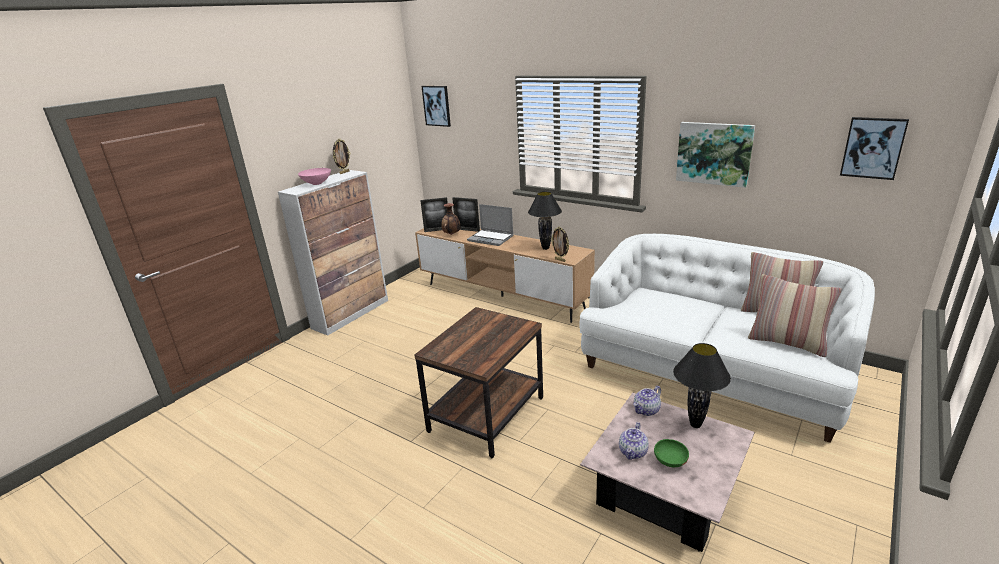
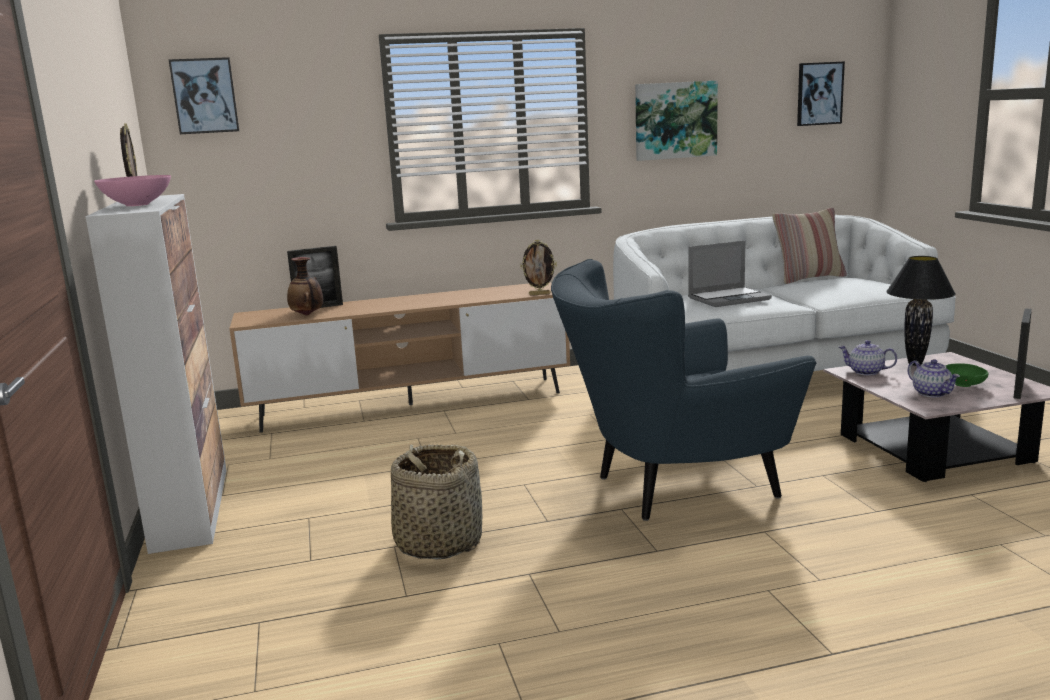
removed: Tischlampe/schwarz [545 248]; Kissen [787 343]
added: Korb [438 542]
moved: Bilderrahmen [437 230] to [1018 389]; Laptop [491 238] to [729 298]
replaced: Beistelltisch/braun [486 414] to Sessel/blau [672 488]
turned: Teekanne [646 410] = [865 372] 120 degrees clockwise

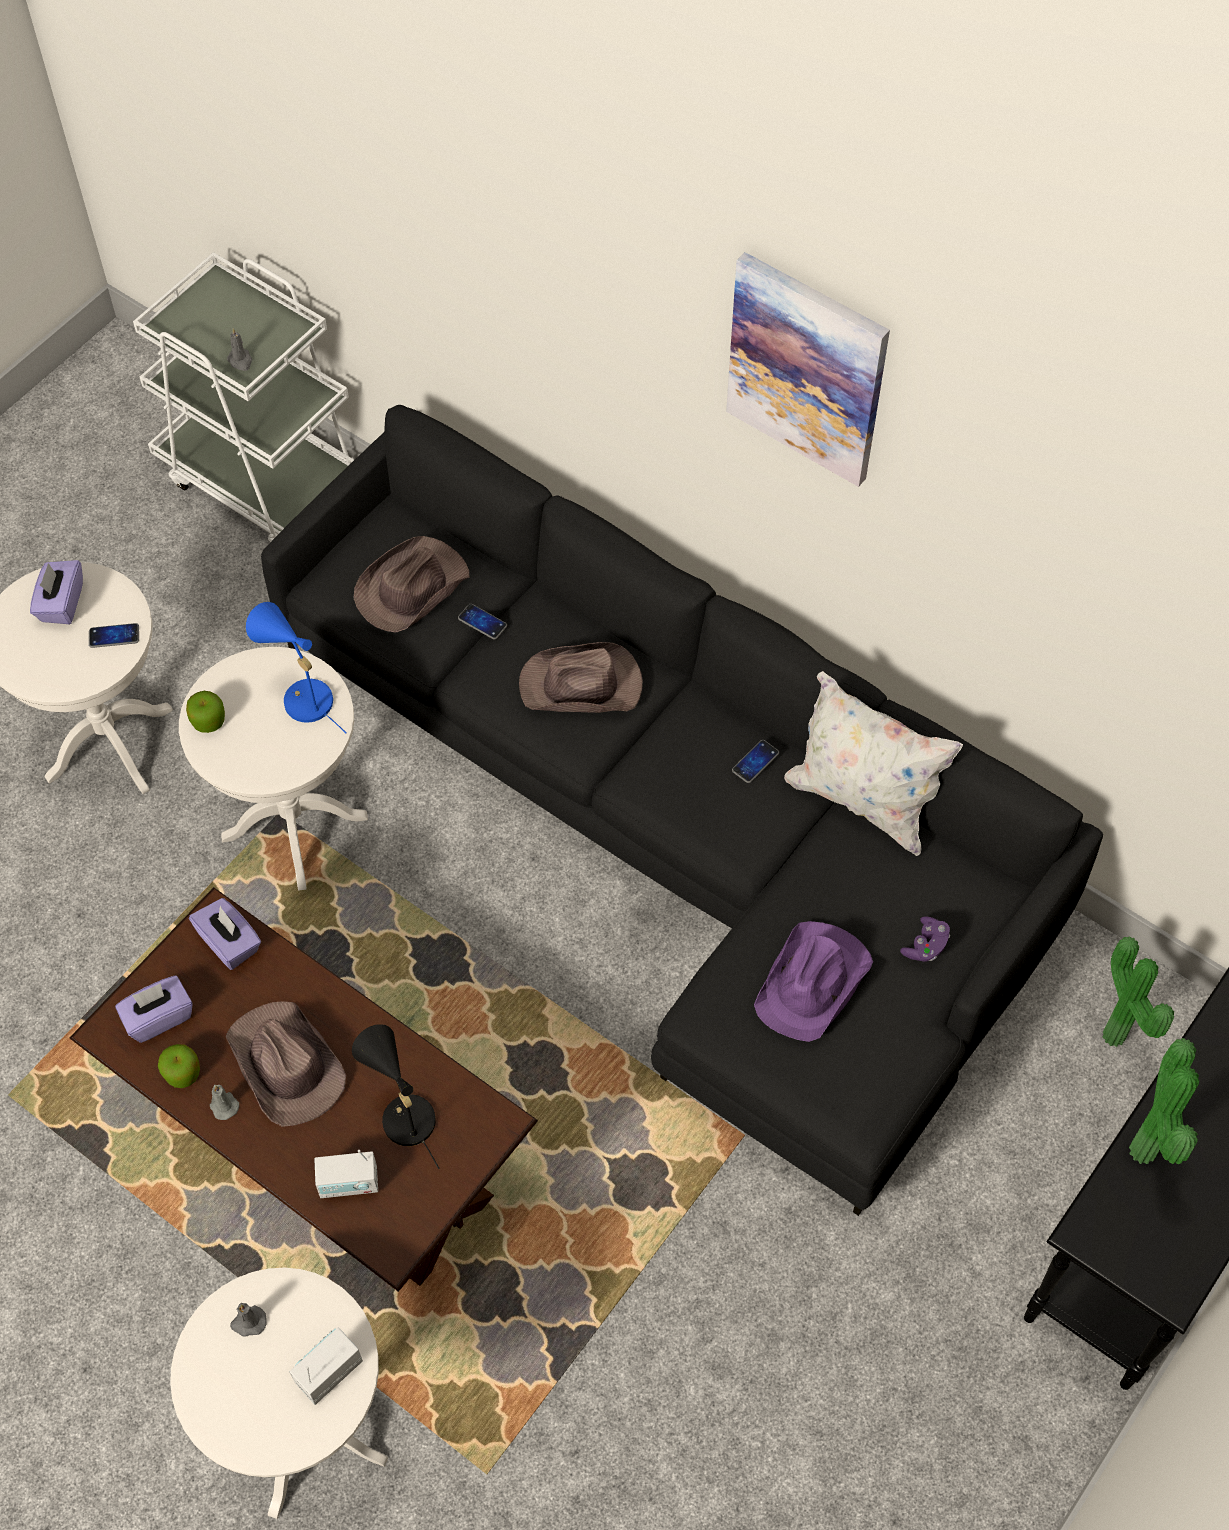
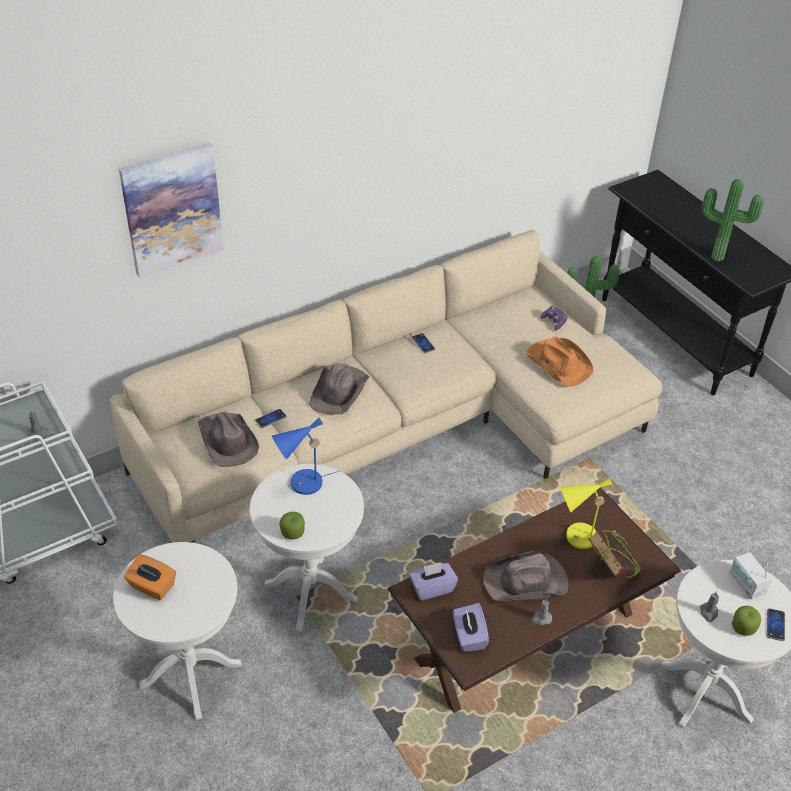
removed: Kissen/weiß [862 800]
moved: Handy [114 636] to [775 625]; Apfel [182 1073] to [743 627]; Bild [807 369] to [172 209]
replaced: Radio [349 1183] to Buch [611 573]
recoloured: Taschentuchbox/lila [61 603] to Taschentuchbox/orange [152 587]; Sofa/schwarz [679 830] to Sofa/beige [403 427]; Tischlampe/schwarz [403 1115] to Tischlampe/gelb [577 538]; Hut/lila [814 982] to Hut/orange [558 363]

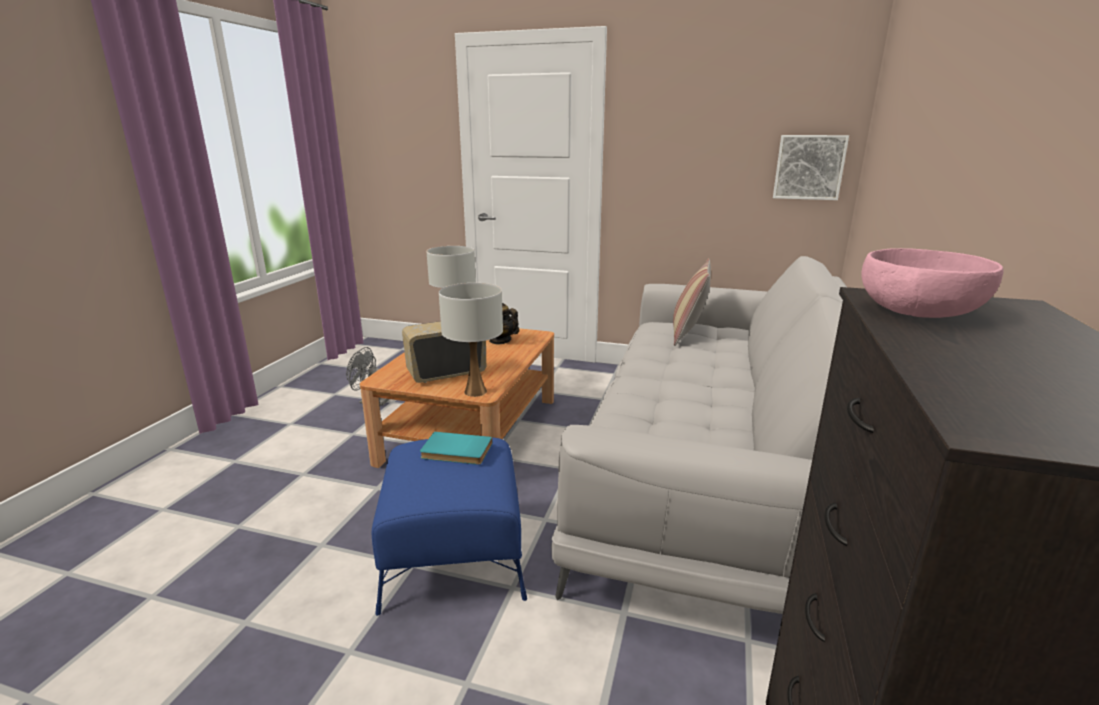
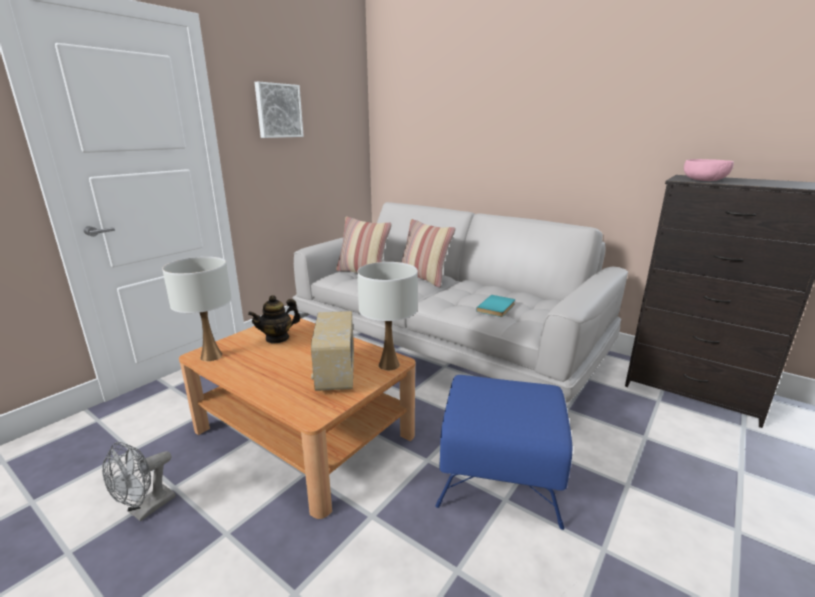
added: Kissen [424 278]
moved: Buch/türkis [456 452] to [497 308]; Bild [809 167] to [278 111]

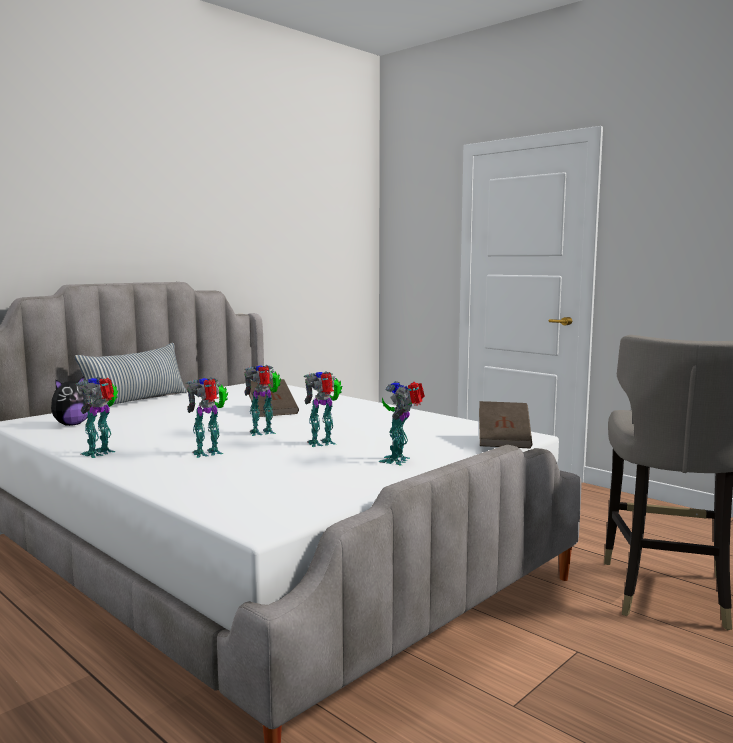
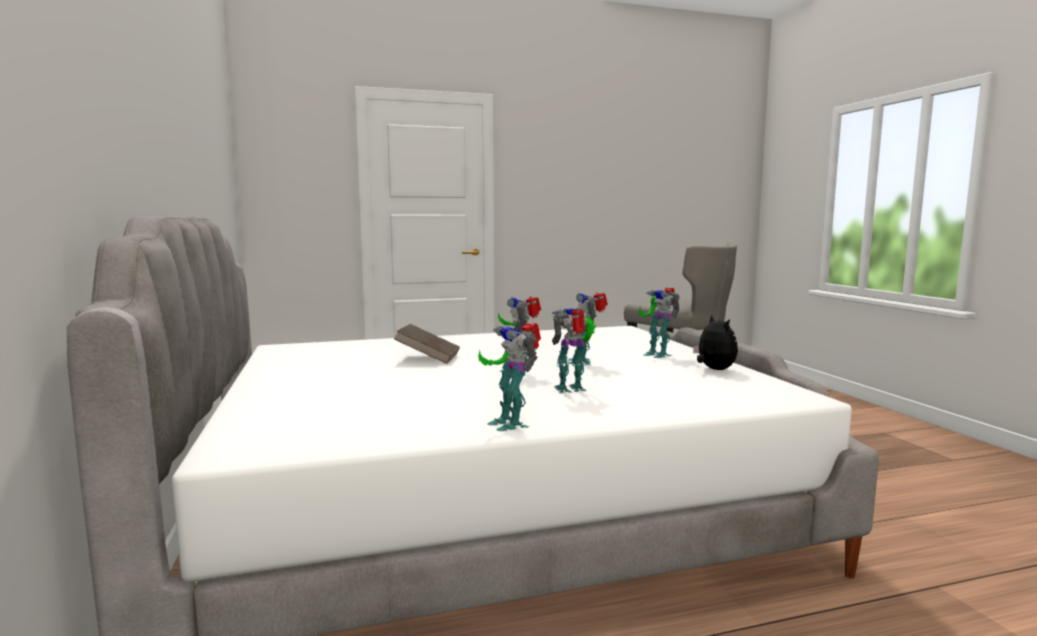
removed: Kissen [136 401]; Buch/braun [504 440]
moved: Plüschtier [71 424] to [714 369]
turned: Spielzeugroboter [209 453] = [572 390] 75 degrees clockwise

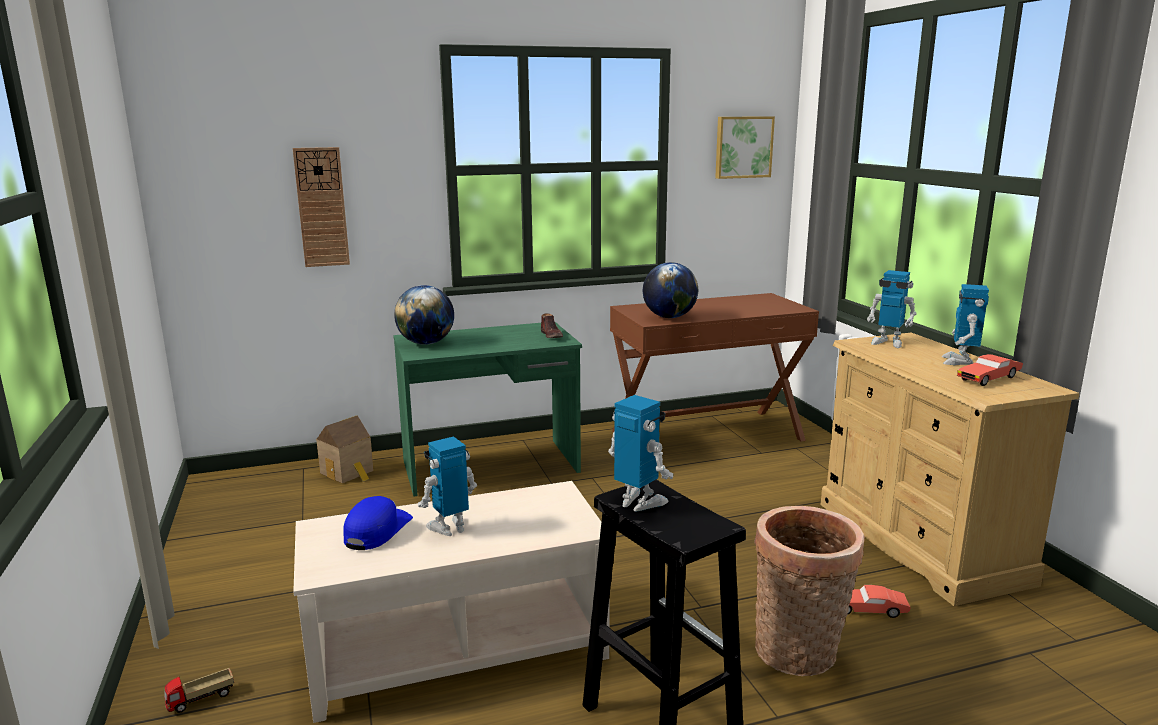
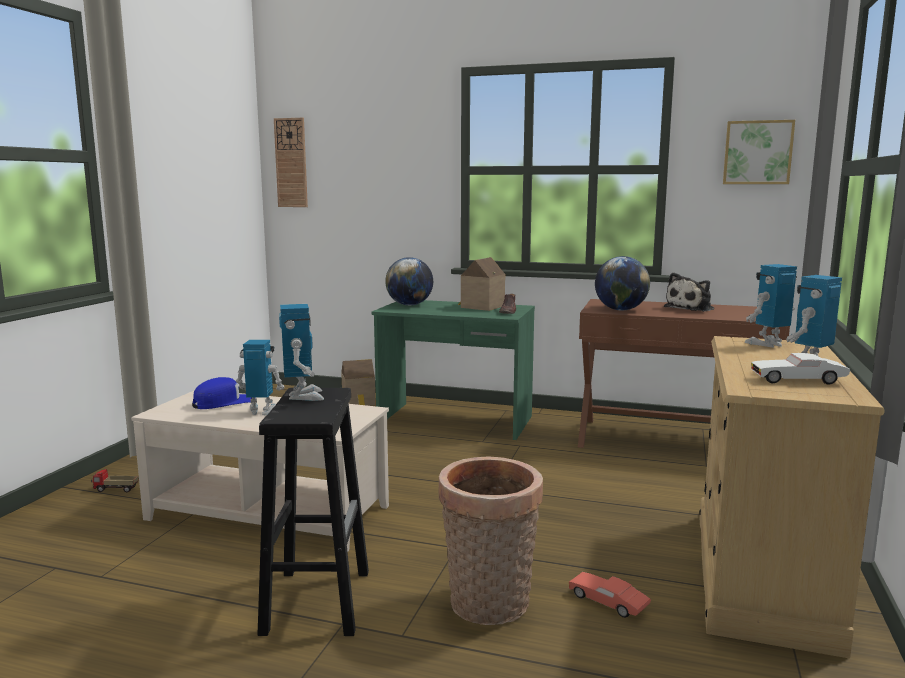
added: Spielzeughaus [480 307]; Plüschtier [691 308]
moved: Wanduhr [321 207] to [291 163]
recoloured: Spielzeugauto/rot [988 378] to Spielzeugauto/weiß [798 380]
turned: Spielzeugroboter [888 343] = [767 344] 90 degrees clockwise

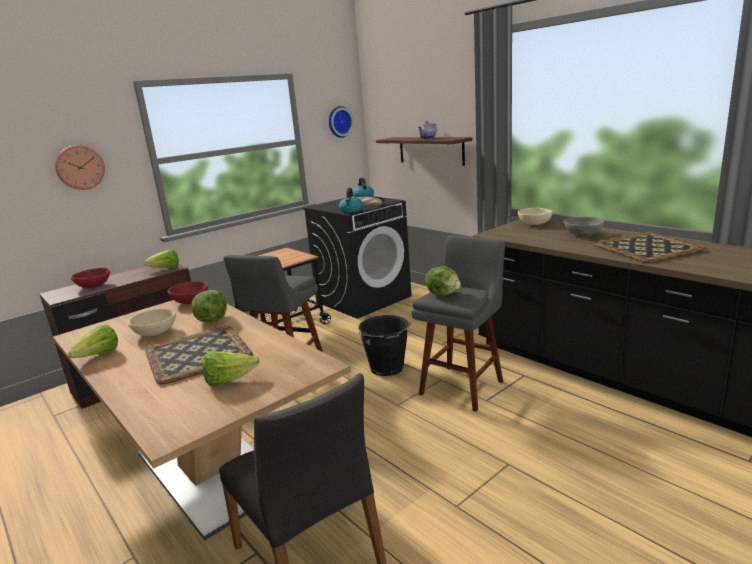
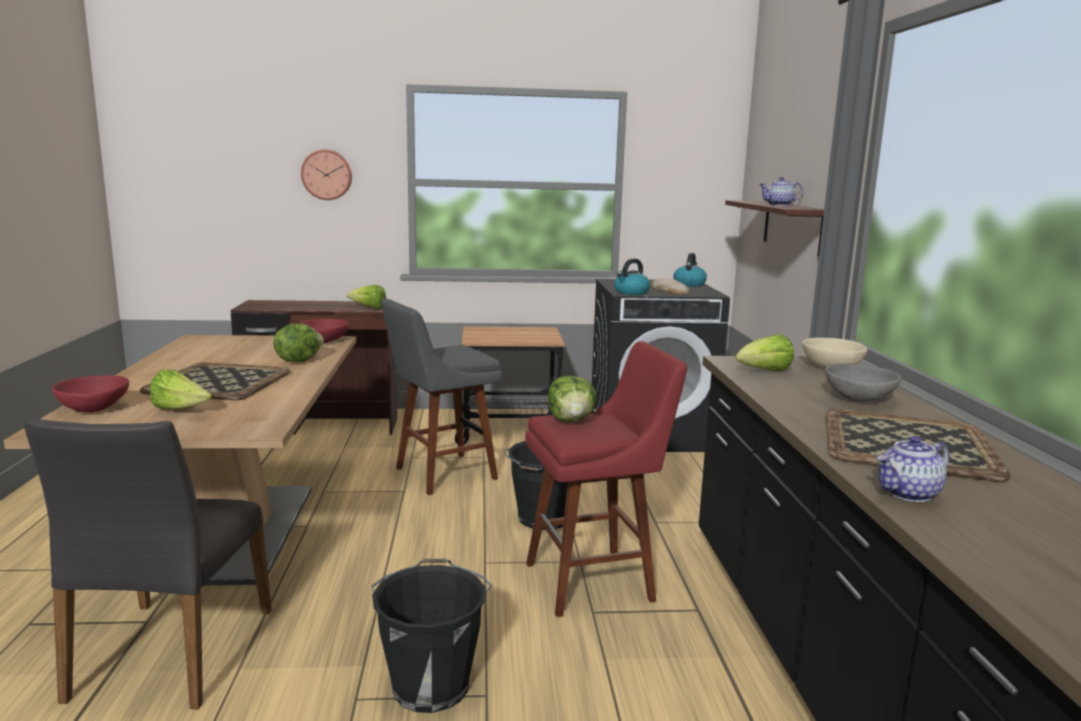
removed: Schüssel/beige [156 332]; Wanduhr [339 122]
added: Eimer/schwarz [431 684]; Teekanne [908 493]
moved: Salatkopf [99 356] to [764 372]; Schüssel/rot [94 286] to [94 409]
recoloured: Hocker/grau [463 385] to Hocker/rot [596 581]

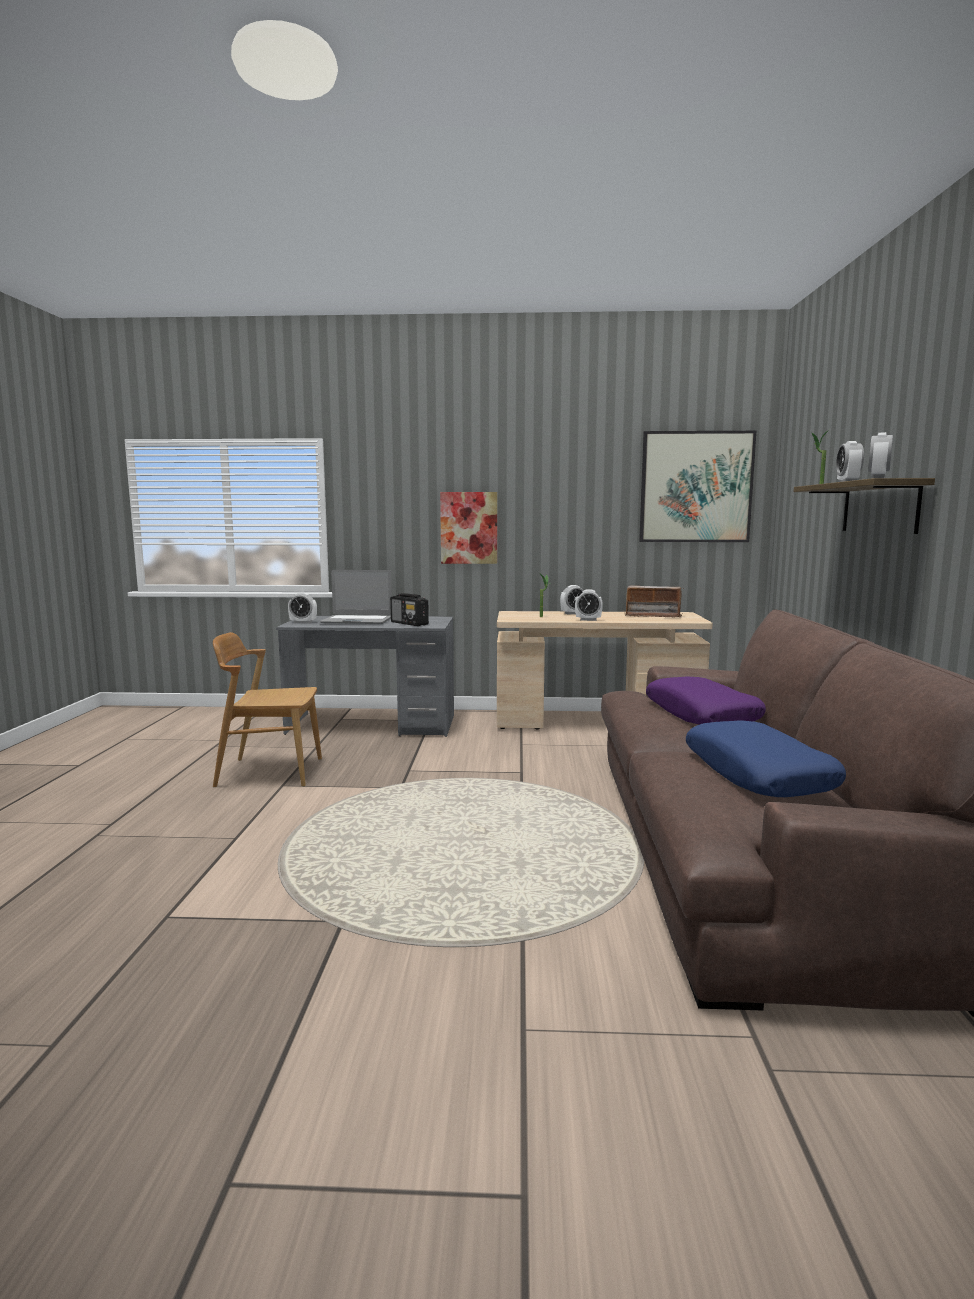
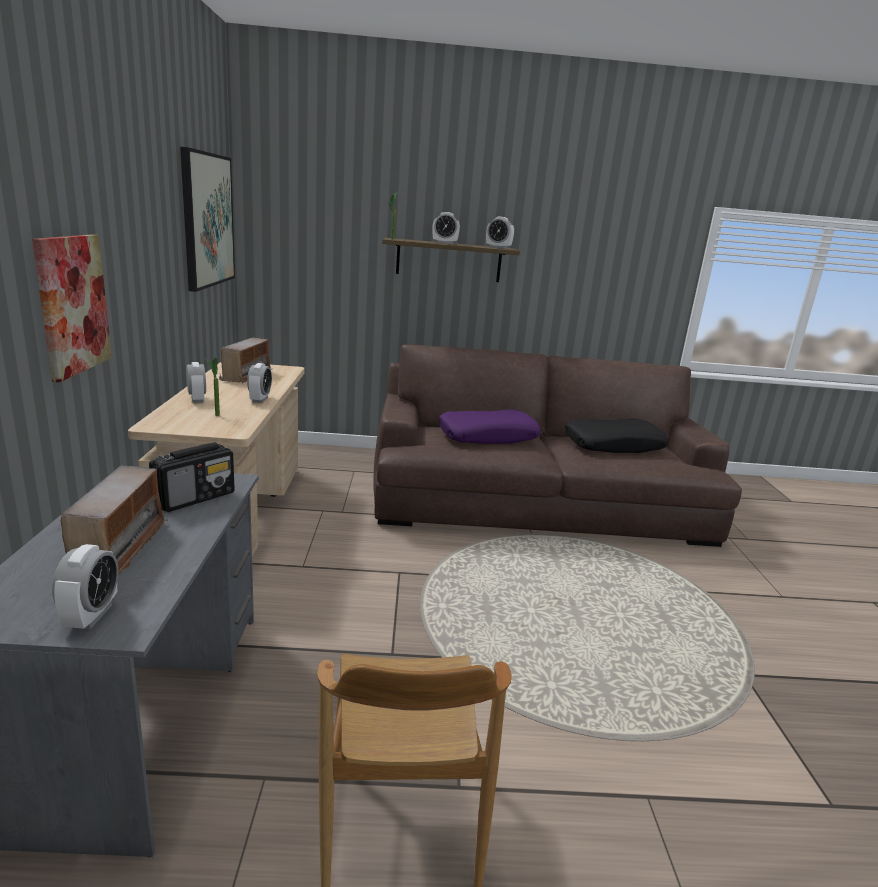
replaced: Laptop [357 621] to Radio [120 547]
recoloured: Kissen/blau [758 774] to Kissen/schwarz [613 445]

